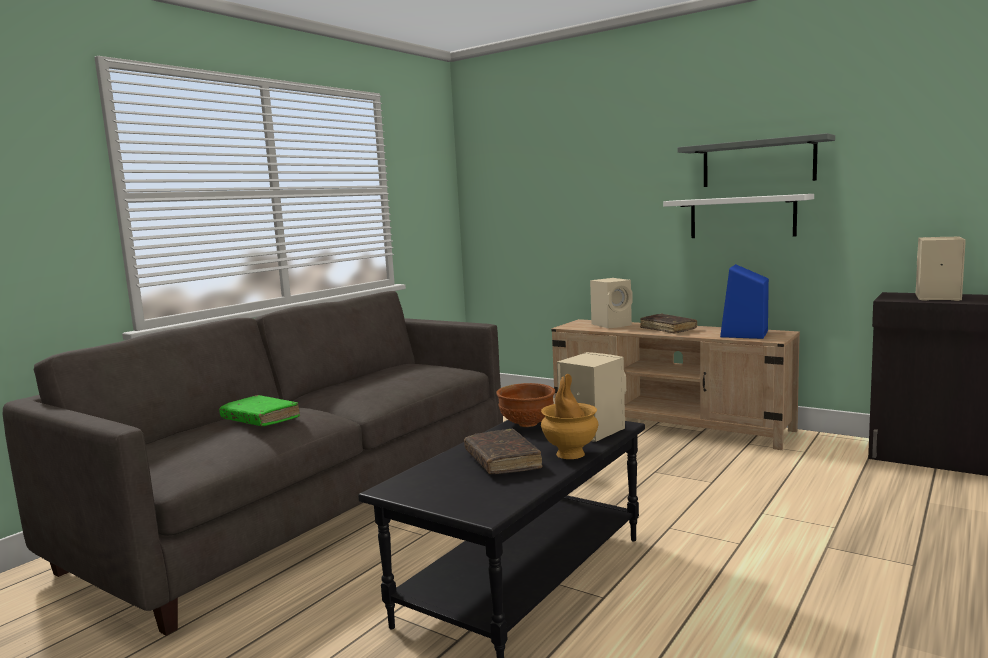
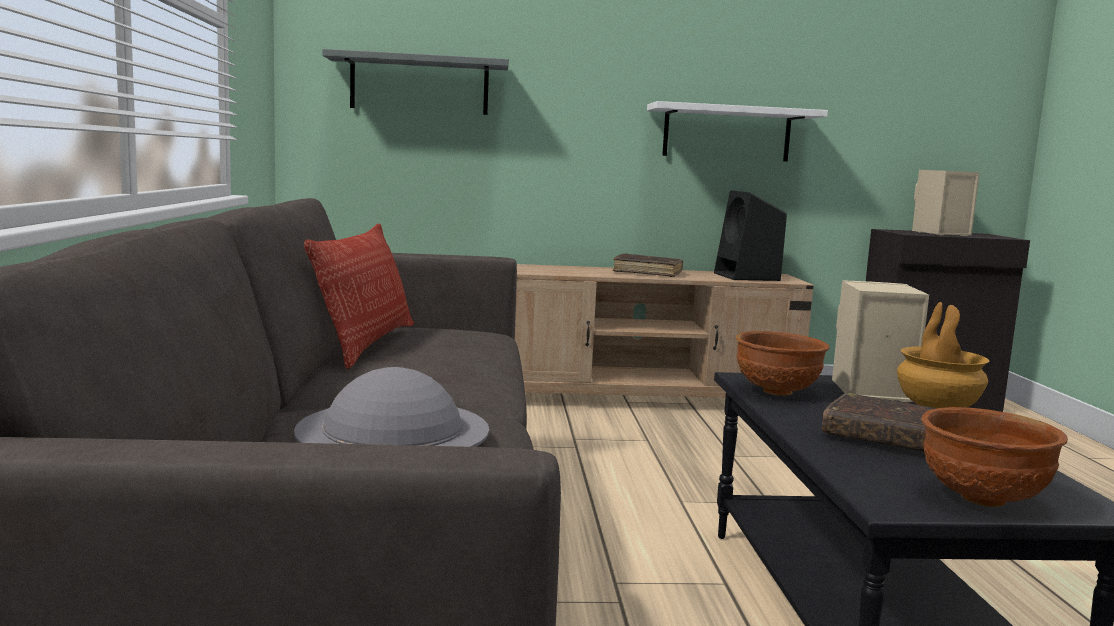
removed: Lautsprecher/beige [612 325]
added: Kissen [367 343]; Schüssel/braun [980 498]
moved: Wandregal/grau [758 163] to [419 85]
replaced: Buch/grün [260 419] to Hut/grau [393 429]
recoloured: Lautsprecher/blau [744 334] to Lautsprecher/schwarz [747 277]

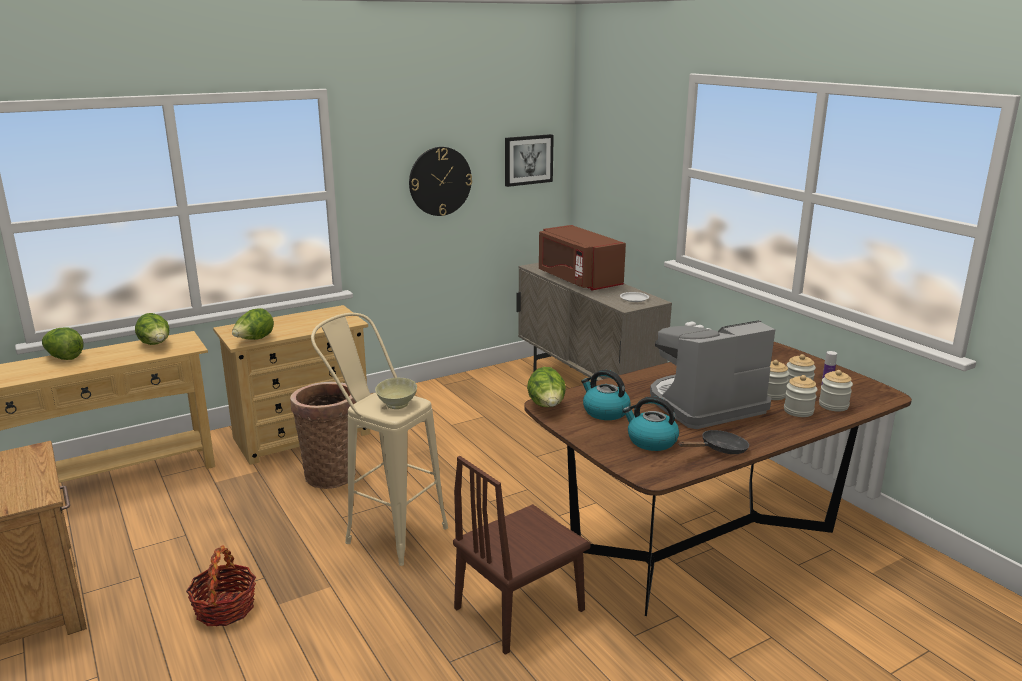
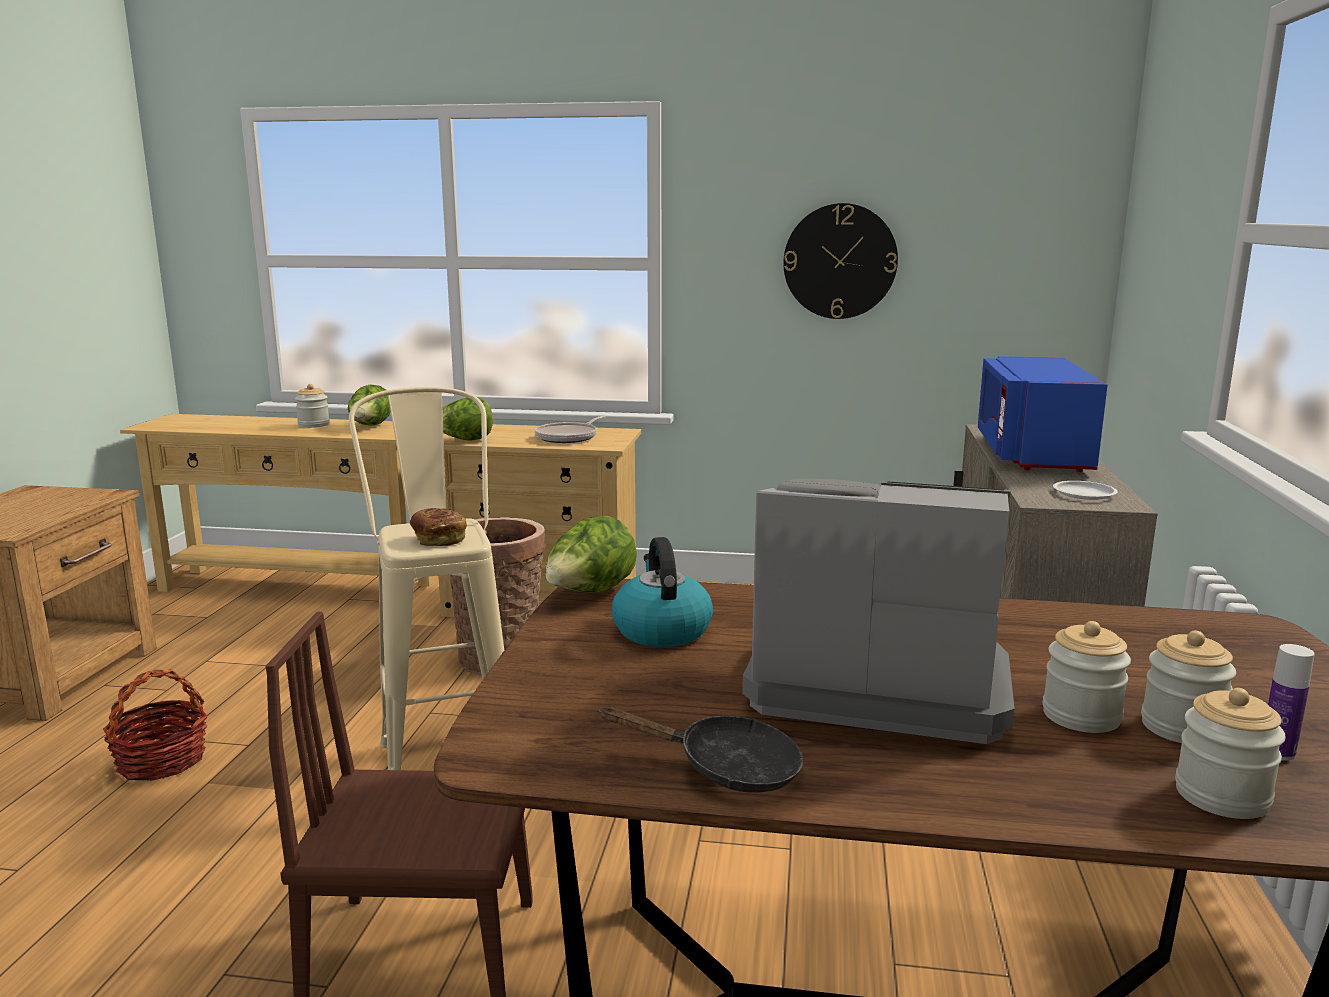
removed: Salatkopf [64 357]; Bild [528 160]; Wasserkessel [651 441]
added: Pfanne [569 437]
moved: Vorratsglas [798 411] to [314 425]
replaced: Schüssel/beige [396 405] to Brot [438 539]
recoloured: Mikrowelle/braun [578 280] to Mikrowelle/blau [1031 454]

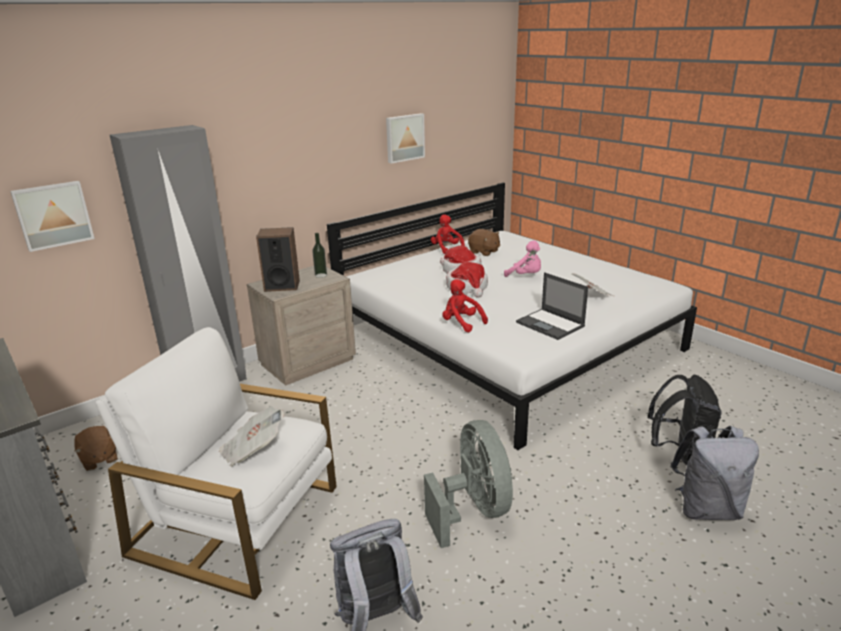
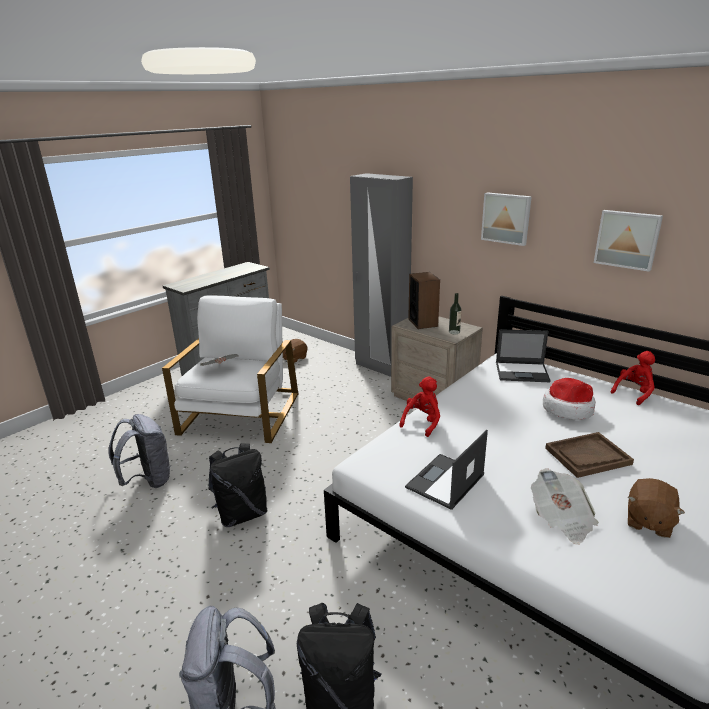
removed: Hut [467 287]
added: Laptop [522 372]
moved: Bild [53 215] to [506 218]; Plüschtier/braun [484 252] to [648 521]
replaced: Ventilator/grau [473 510] to Rucksack/schwarz [242 514]; Plüschtier/rosa [526 276] to Tablett/braun [587 456]

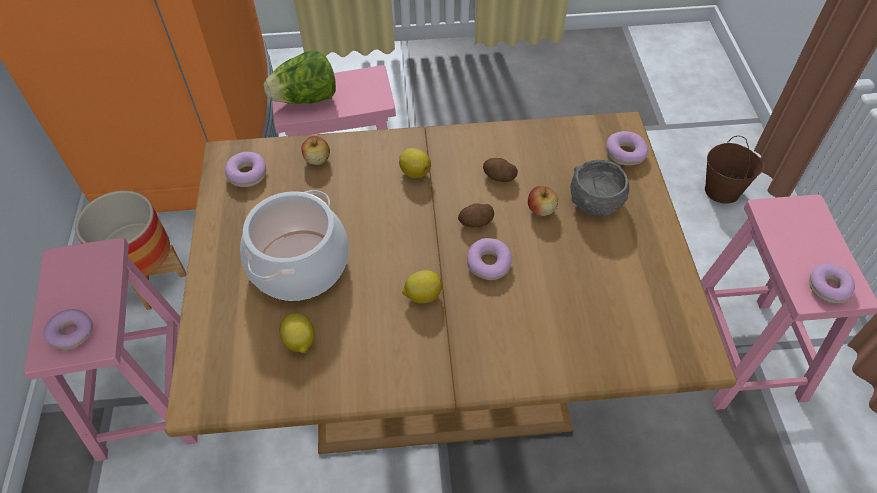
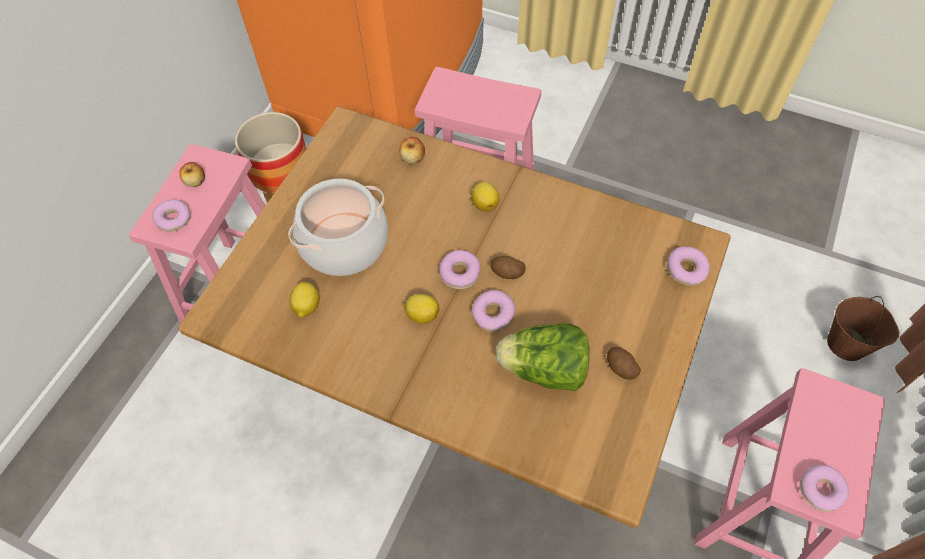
removed: Schüssel/grau [595 202]
moved: Donut [247 174] to [460 273]; Salatkopf [306 99] to [544 370]; Kartoffel [499 177] to [620 368]; Apfel [541 210] to [196 182]

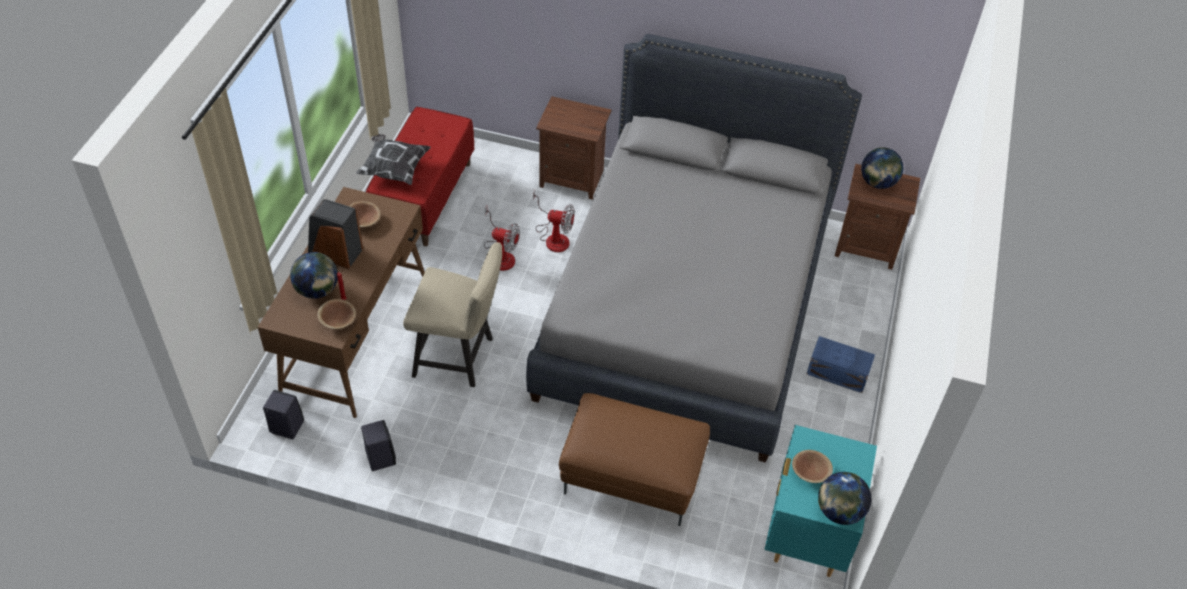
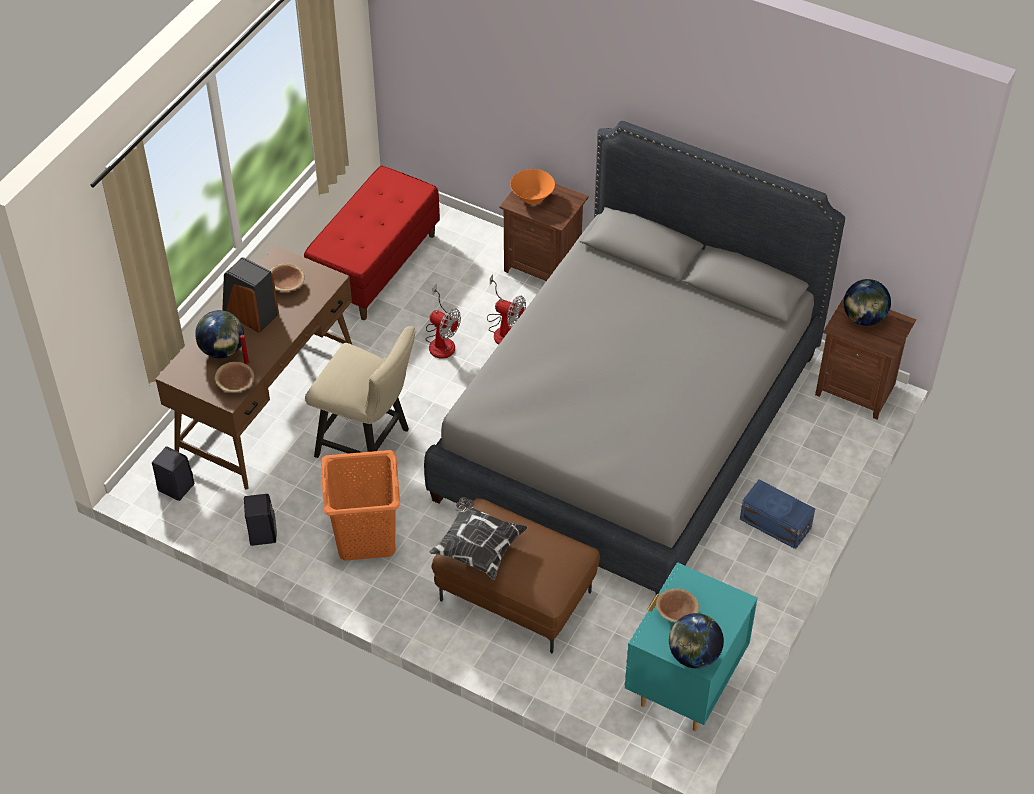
added: Wäschekorb/orange [365 537]; Schüssel/orange [532 197]
moved: Kissen [394 169] to [478 548]

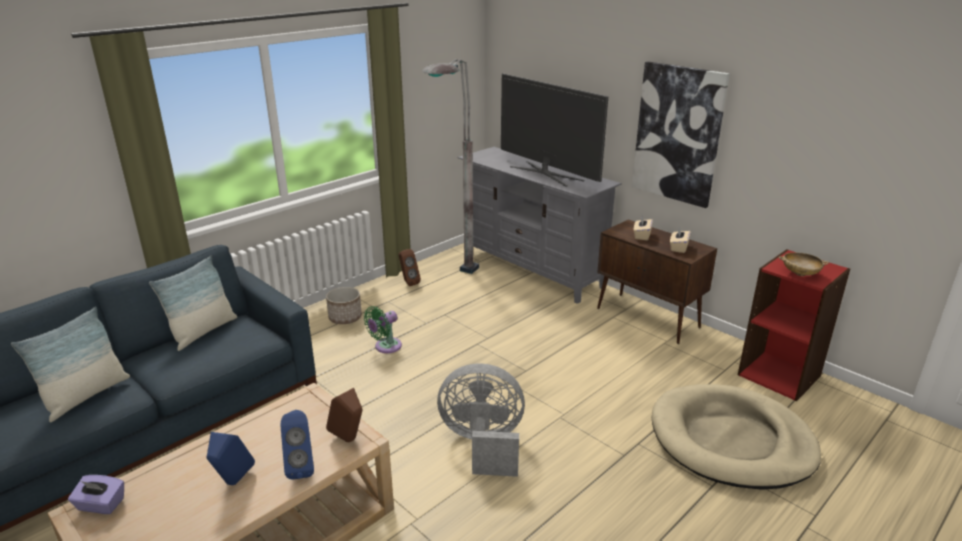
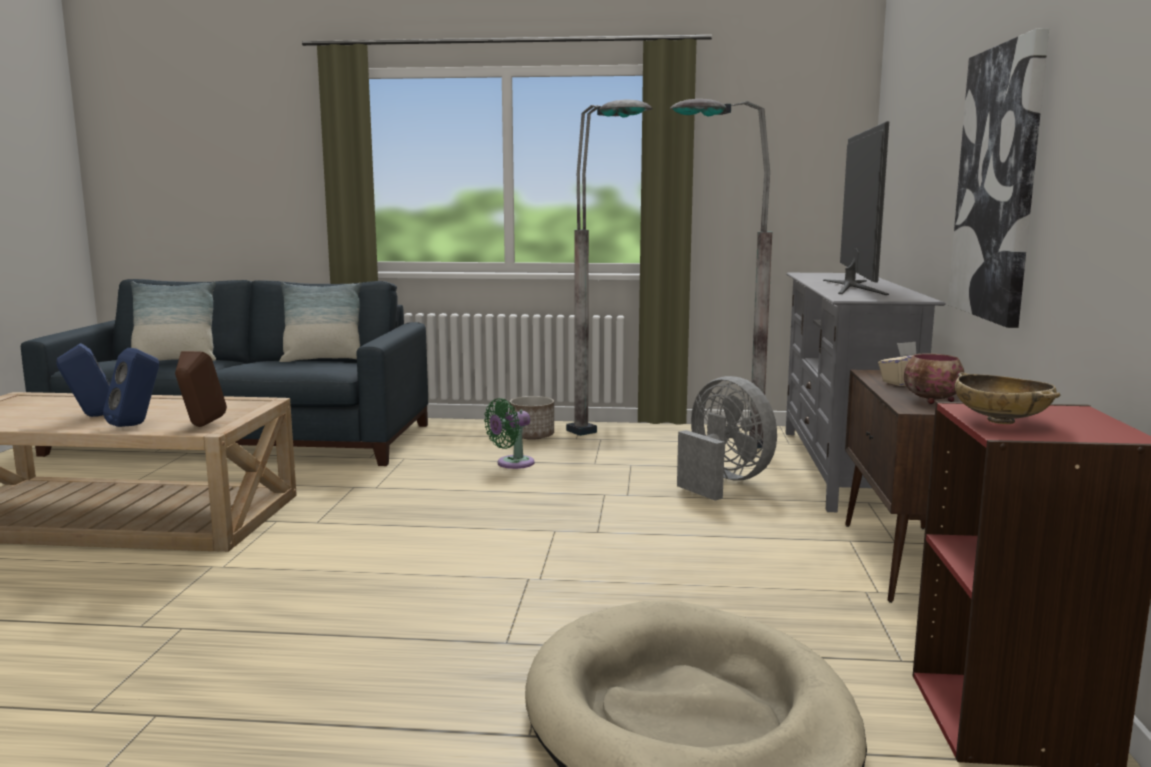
removed: Taschentuchbox/lila [100 505]; Lautsprecher/braun [408 282]
added: Stehlampe/grau [609 442]
moved: Ventilator/grau [483 445] to [723 482]
replaced: Taschentuchbox/beige [678 248] to Schüssel [932 400]
turned: Ventilator/grün [385 347] = [512 464] 45 degrees counterclockwise

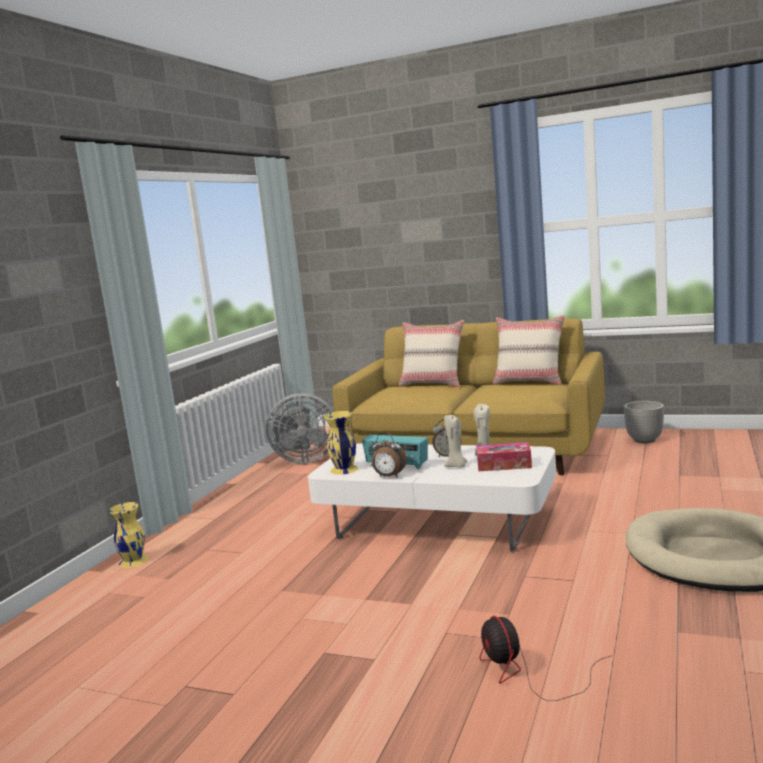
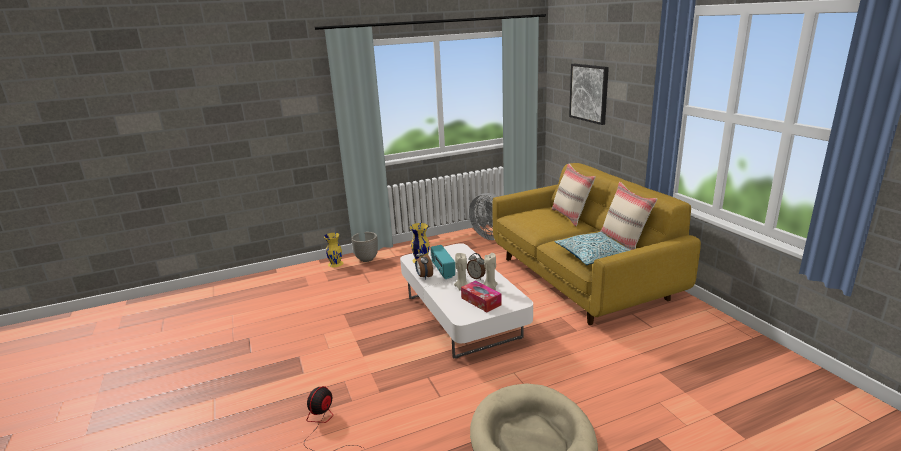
added: Kissen [593 256]; Bild [589 93]
moved: Pflanzkübel [645 440] to [367 259]

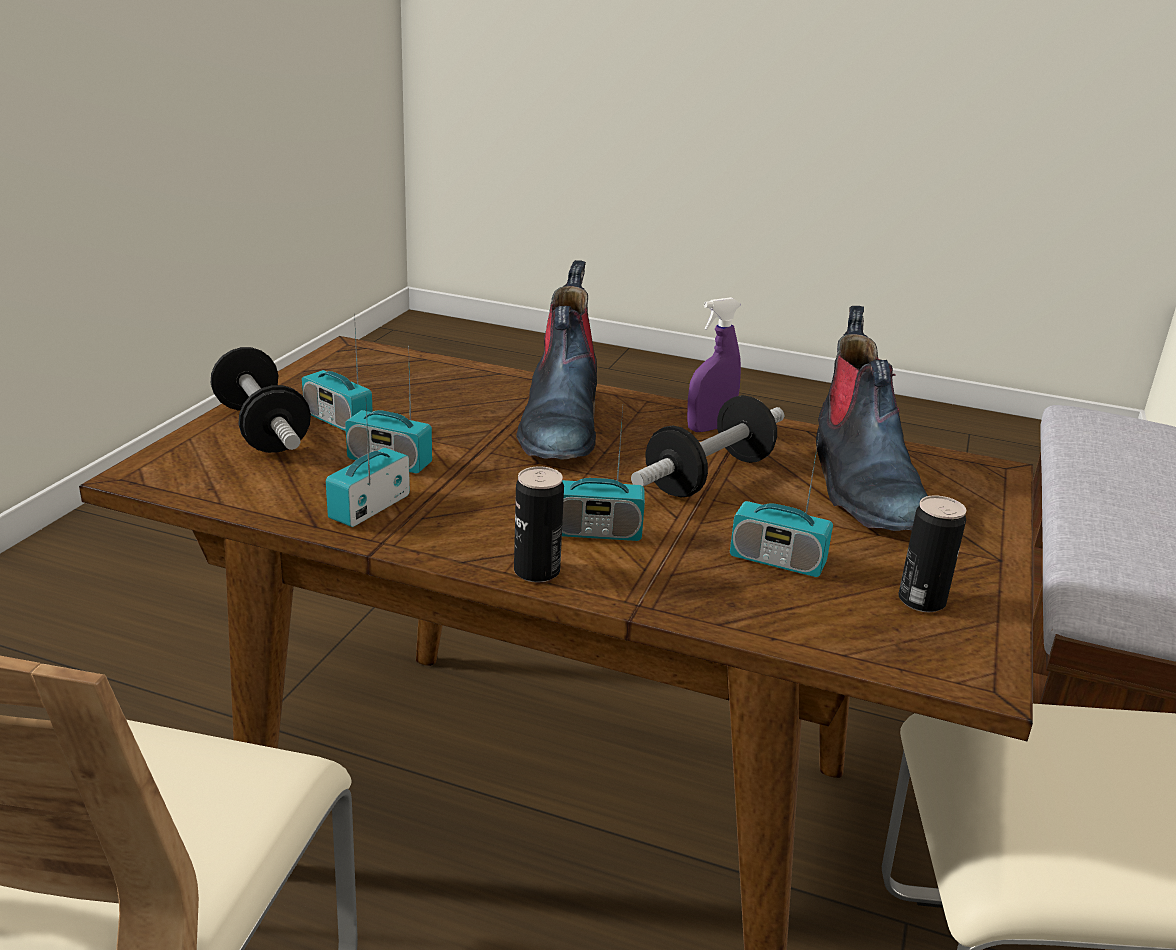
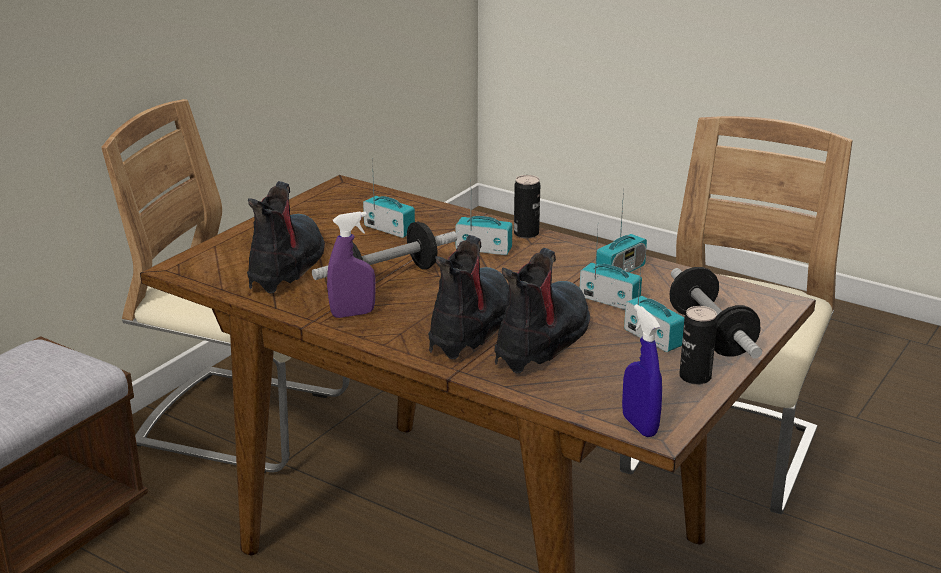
added: Stiefel [543 339]; Sprühflasche/blau [639 426]
moved: Dose [921 601] to [695 377]

